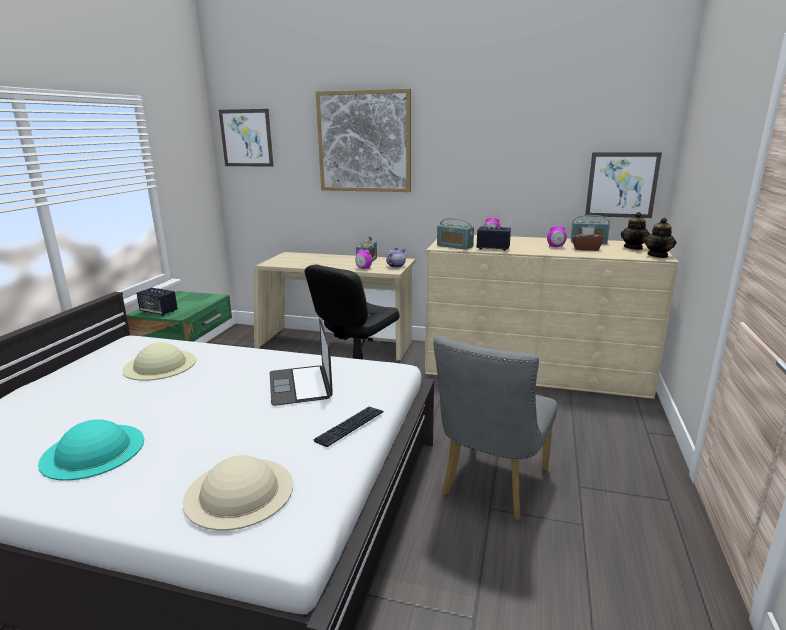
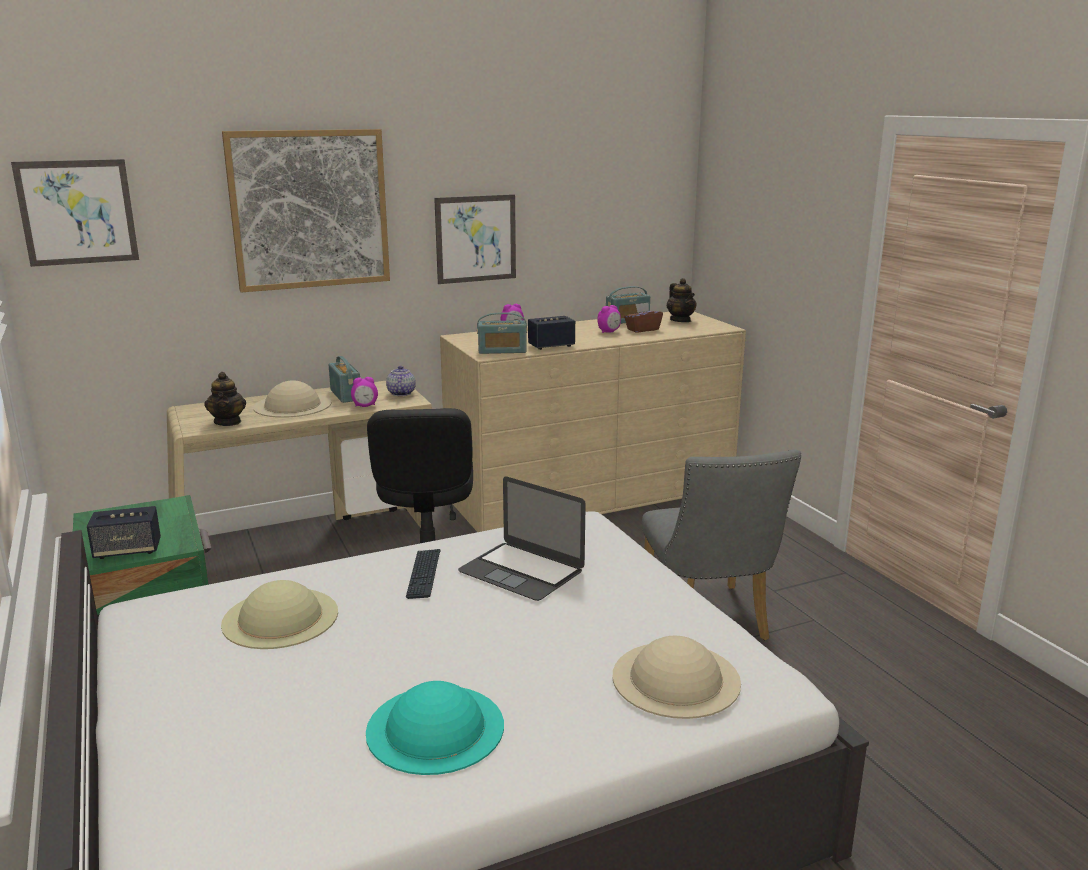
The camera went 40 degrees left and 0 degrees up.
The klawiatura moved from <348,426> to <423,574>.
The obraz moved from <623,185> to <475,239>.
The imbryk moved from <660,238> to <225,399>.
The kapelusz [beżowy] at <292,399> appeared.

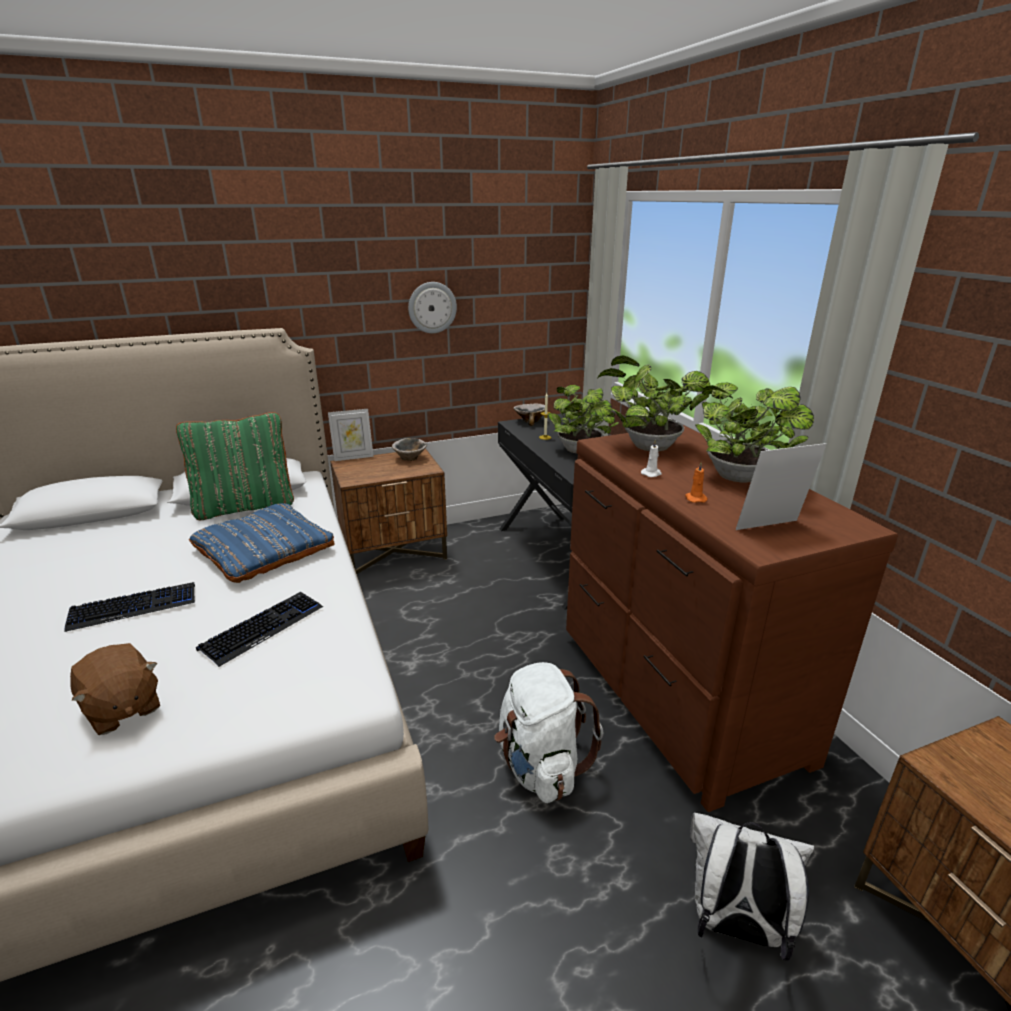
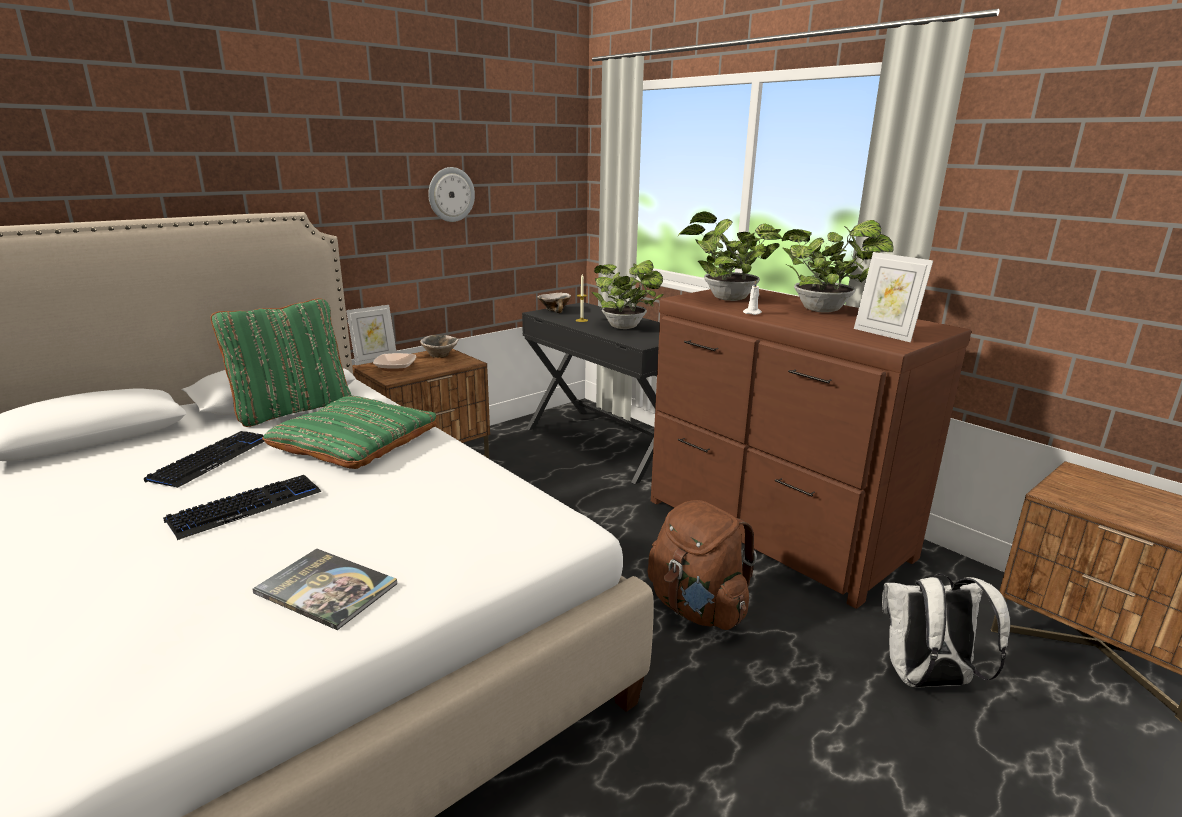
The camera went 20 degrees left and 5 degrees down.
The pluszak [brązowy] at <115,689> was replaced by the książka at <325,589>.
The poduszka [niebieski] at <262,543> became the poduszka [zielony] at <349,432>.
The klawiatura moved from <259,629> to <204,459>.
The plecak [biały] at <549,732> became the plecak [brązowy] at <702,565>.
The świeca [pomarańczowy] at <696,482> disappeared.
The ramka na zdjęcie at <781,486> turned 90 degrees counterclockwise.
The miska at <394,362> appeared.

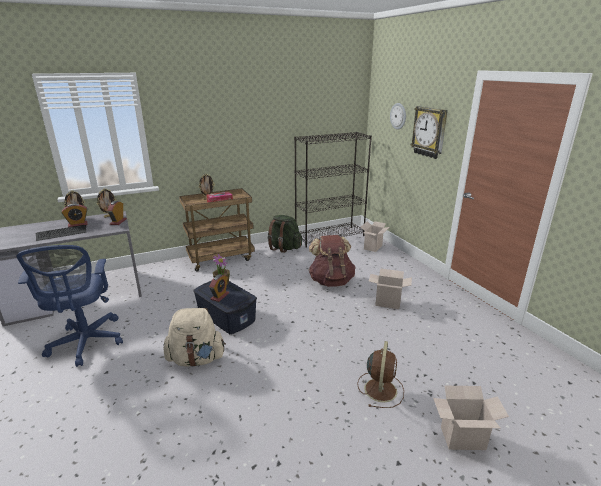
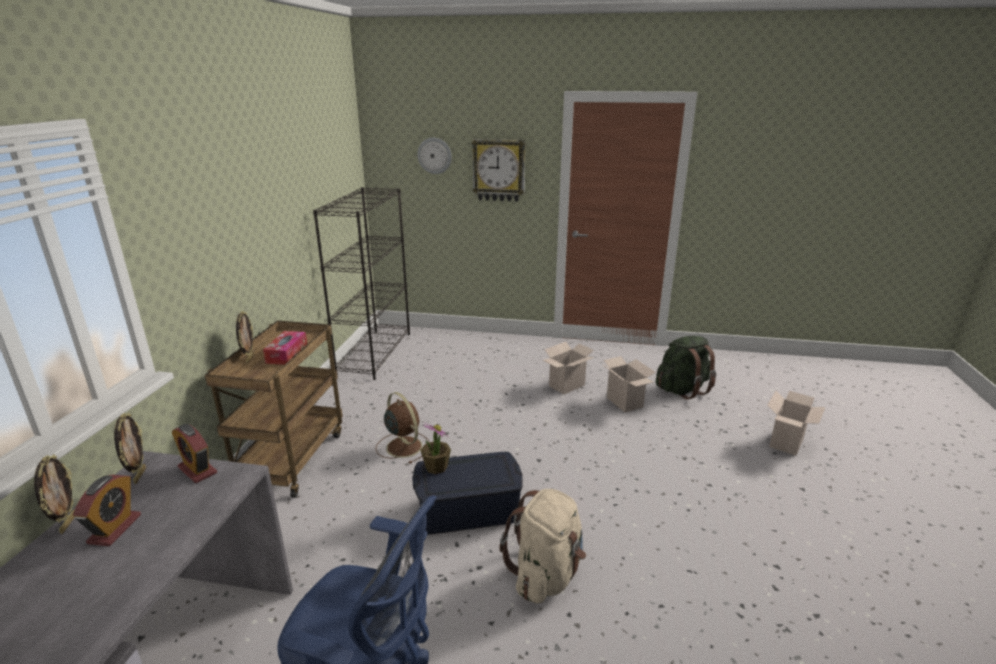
The camera went 55 degrees left and 0 degrees up.
The klawiatura at <61,233> disappeared.
The budzik at <219,288> disappeared.
The plecak [zielony] moved from <285,234> to <686,368>.
The plecak [brązowy] at <332,261> disappeared.
The wentylator [brązowy] moved from <380,374> to <403,428>.
The karton moved from <375,236> to <629,384>.

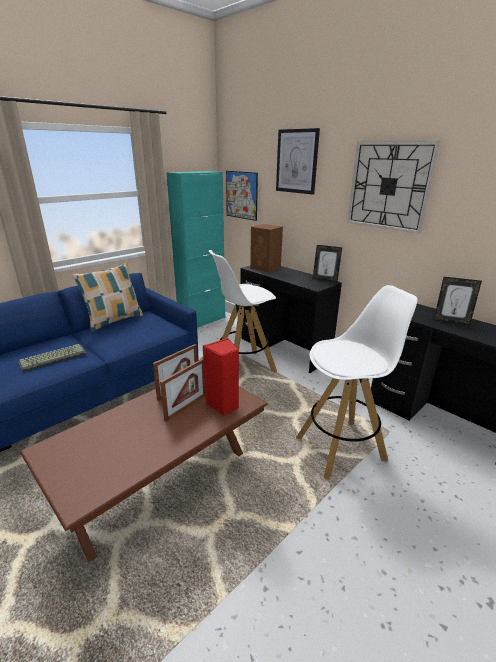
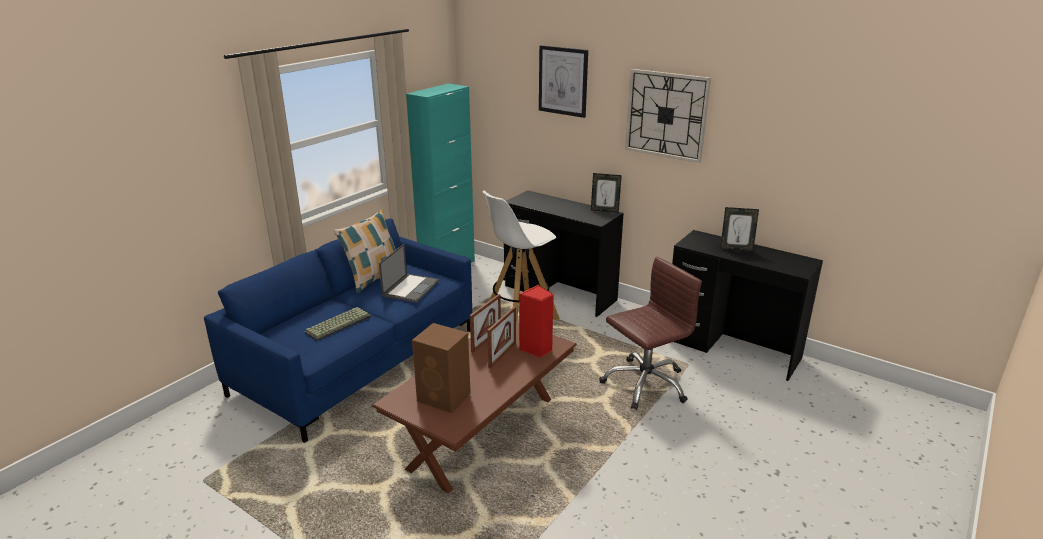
The camera went 10 degrees left and 0 degrees up.
The obraz at <242,196> disappeared.
The głośnik [brązowy] moved from <266,248> to <441,368>.
The stołek [biały] at <356,382> was replaced by the krzesło biurowe [brązowy] at <651,333>.
The laptop at <409,273> appeared.

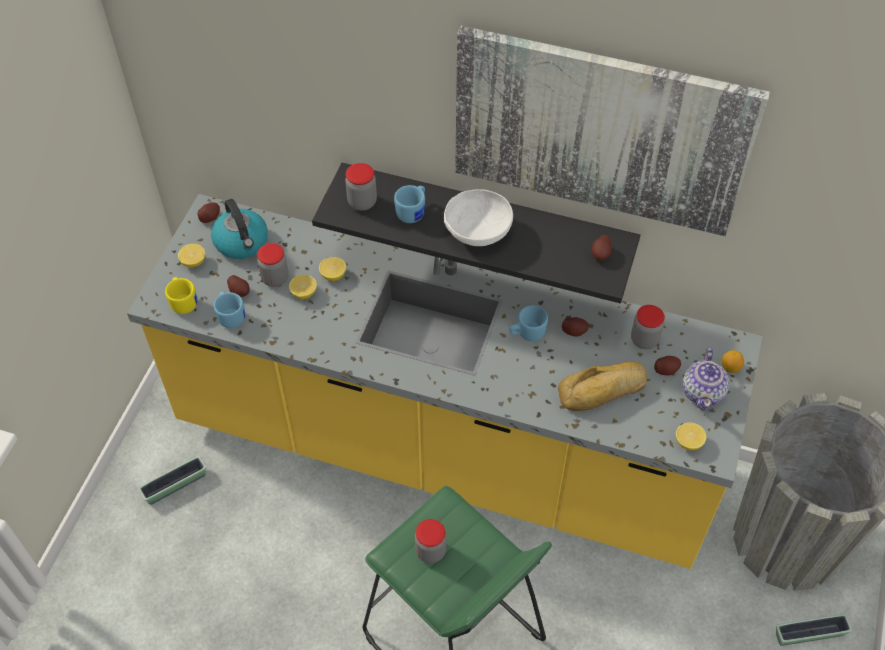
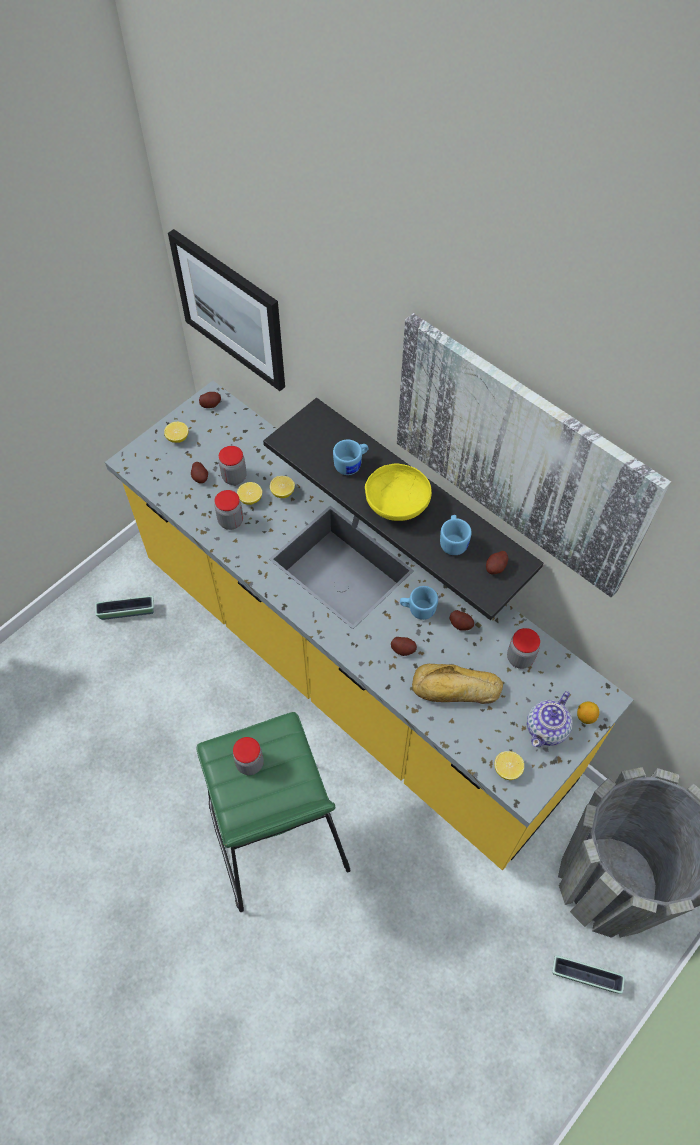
The camera went 25 degrees right and 5 degrees up.
The kubek [żółty] at <181,295> disappeared.
The czajnik at <239,229> disappeared.
The kubek [niebieski] moved from <229,309> to <456,535>.
The słoik moved from <361,187> to <228,510>.
The miska [biały] at <478,217> became the miska [żółty] at <398,492>.
The ziemniak moved from <667,365> to <404,646>.
The obraz at <226,310> appeared.

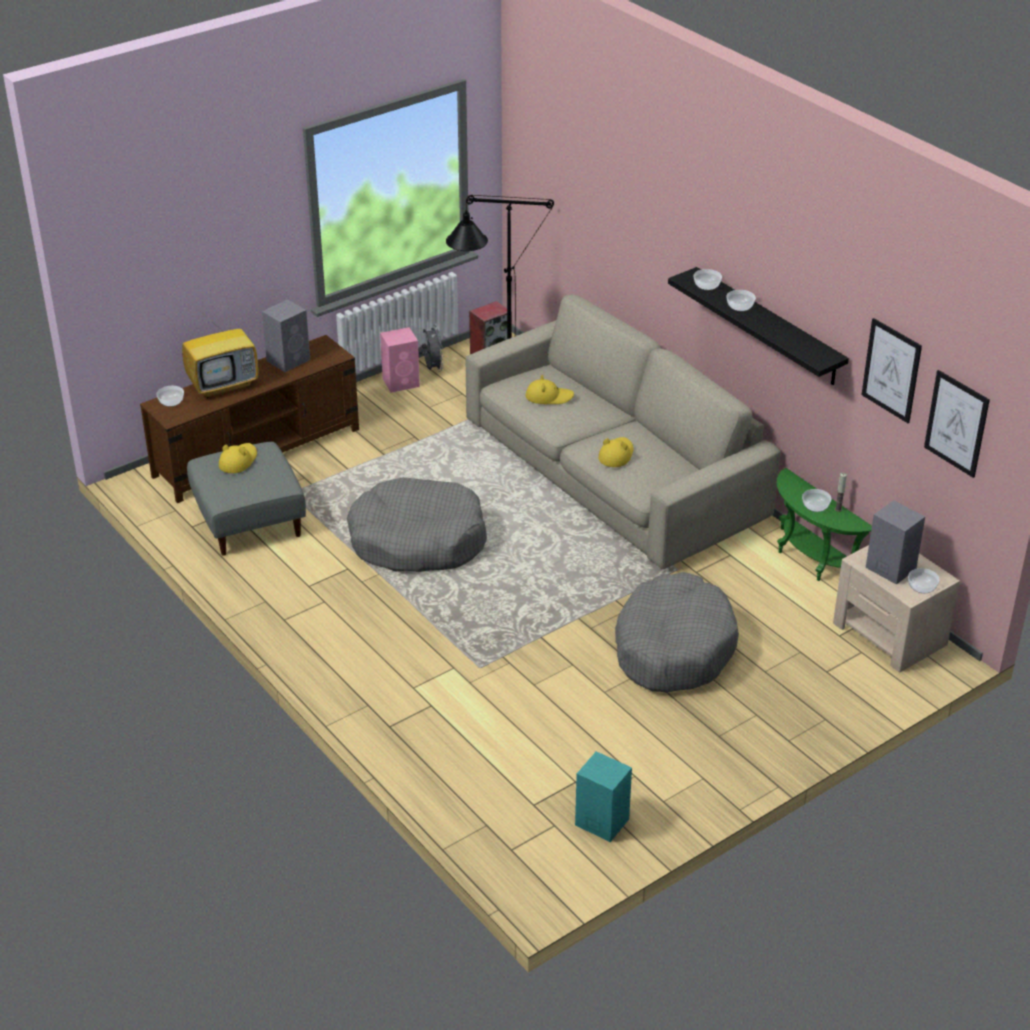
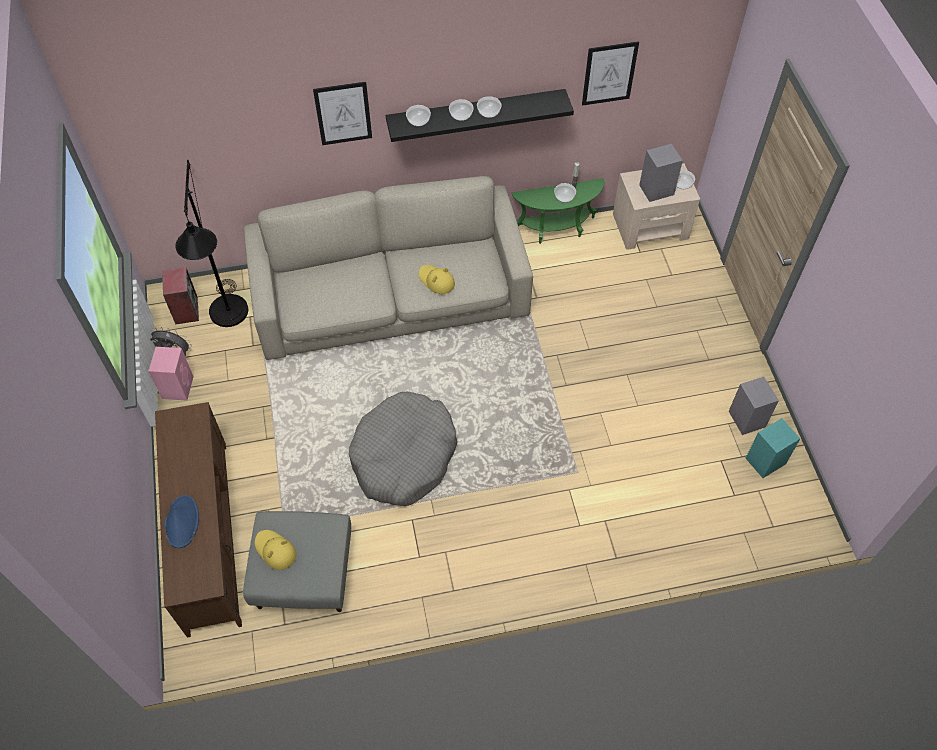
The camera went 65 degrees left and 20 degrees up.
The miska moved from <170,396> to <489,107>.
The telewizor at <220,350> was replaced by the kapelusz [niebieski] at <181,521>.
The głośnik [szary] moved from <286,335> to <754,406>.
The kapelusz [żółty] at <550,389> disappeared.
The legowisko [szary] at <677,632> disappeared.
The obraz moved from <957,424> to <342,113>.

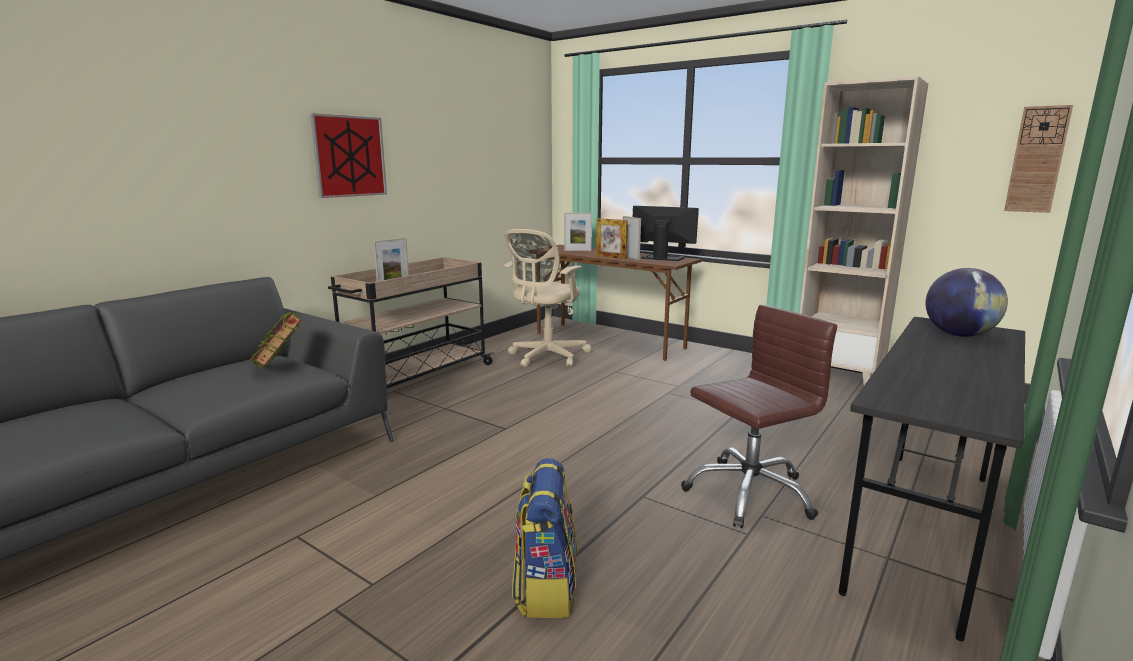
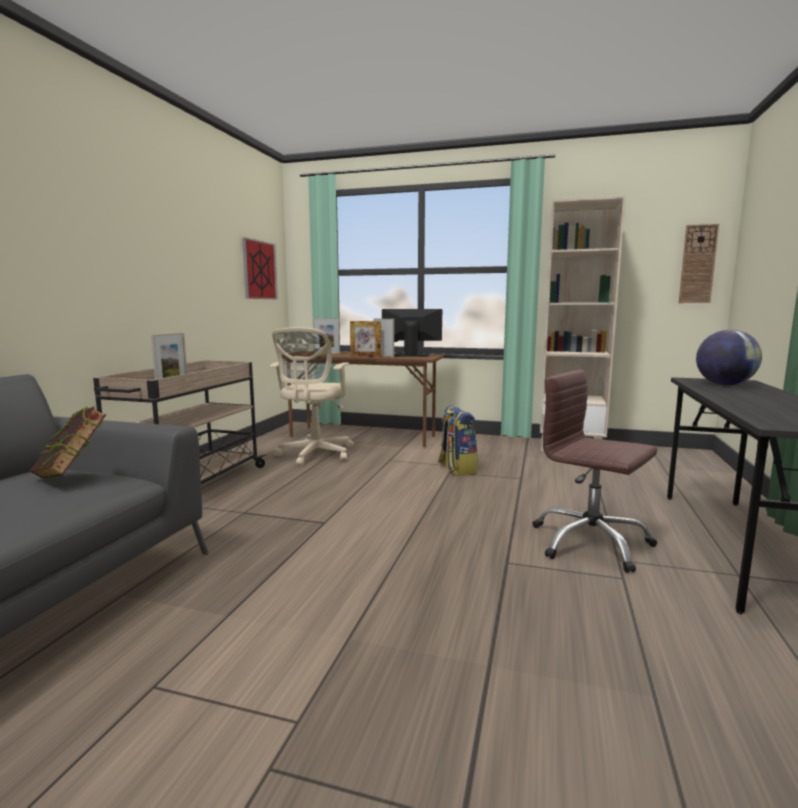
The camera went 20 degrees left and 5 degrees down.
The obraz moved from <348,156> to <260,268>.
The plecak moved from <544,538> to <458,441>.
The krzesło biurowe [brązowy] at <759,416> turned 90 degrees counterclockwise.

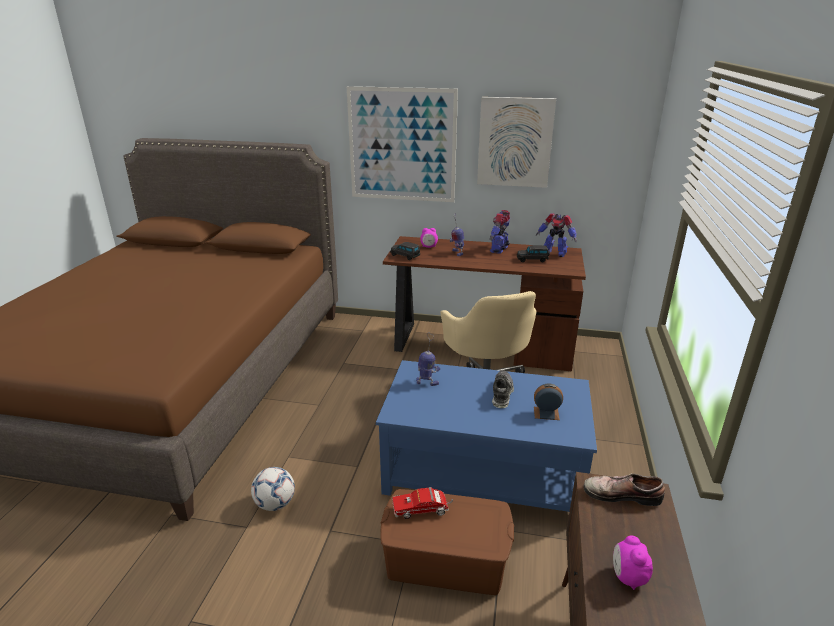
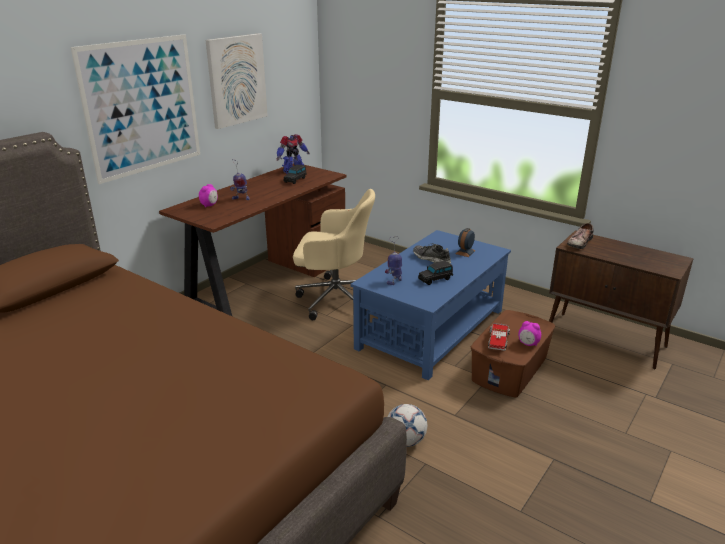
The camera went 65 degrees left and 0 degrees up.
The samochodzik [czarny] moved from <405,251> to <435,273>.
The robot zabawkowy at <499,232> disappeared.
The budzik moved from <633,563> to <529,333>.

